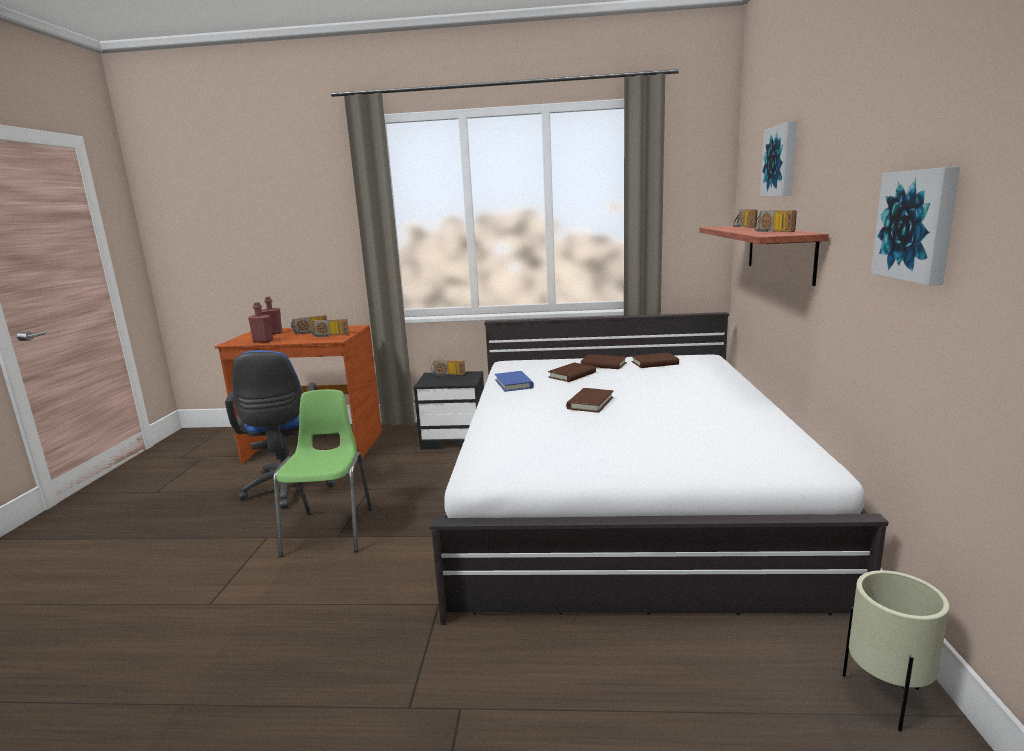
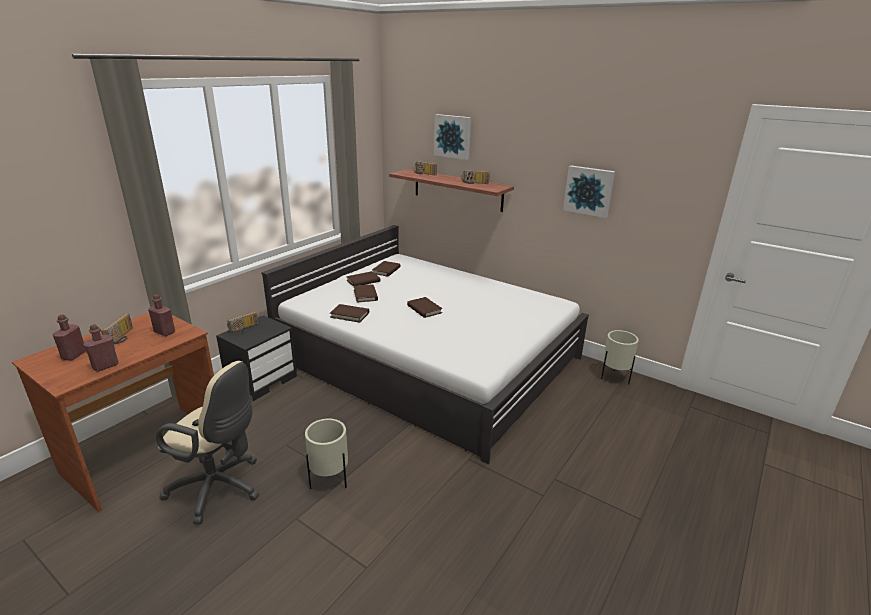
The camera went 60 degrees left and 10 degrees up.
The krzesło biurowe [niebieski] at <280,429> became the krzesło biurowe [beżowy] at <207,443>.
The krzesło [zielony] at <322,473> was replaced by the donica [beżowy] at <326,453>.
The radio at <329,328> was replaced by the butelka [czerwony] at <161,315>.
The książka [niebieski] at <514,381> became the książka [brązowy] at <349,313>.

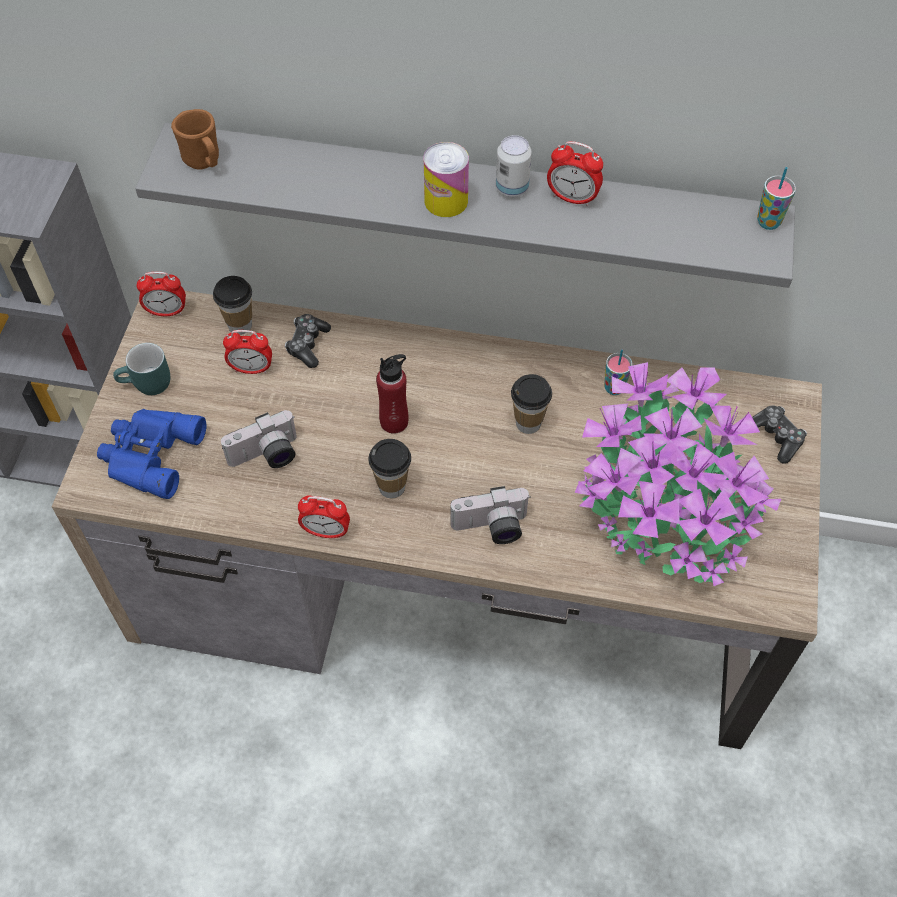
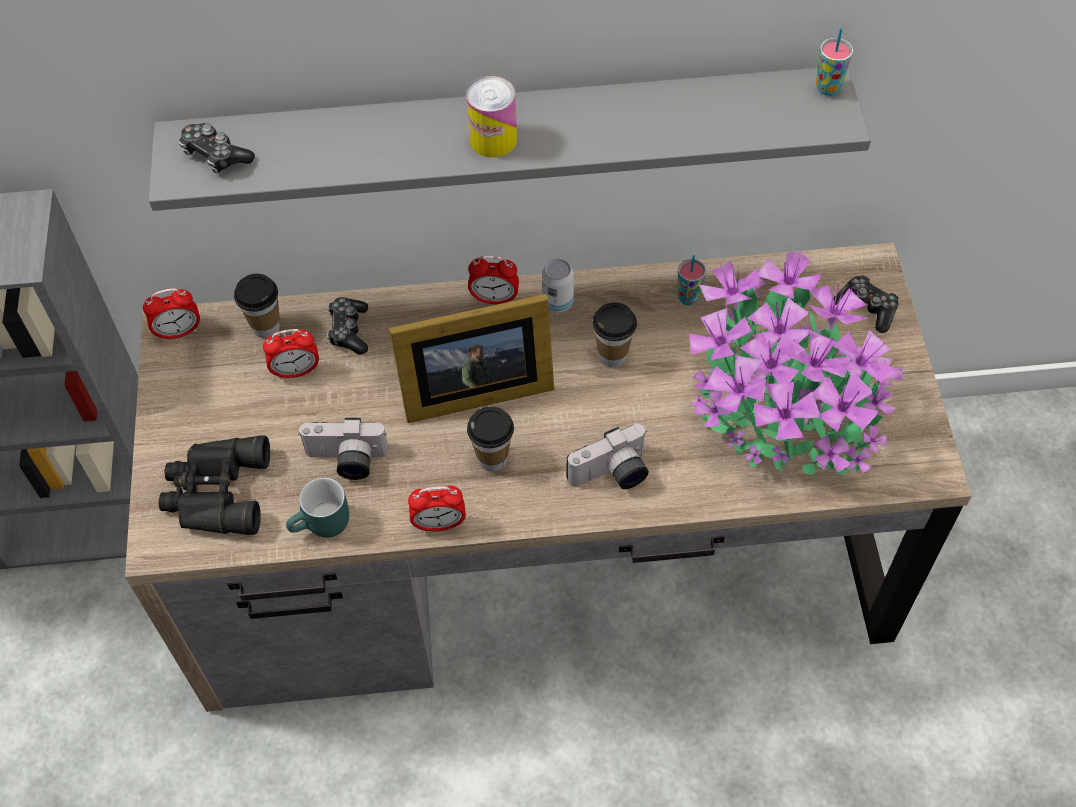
The camera went 15 degrees left and 0 degrees up.
The lornetka [niebieski] at <152,454> became the lornetka [czarny] at <214,485>.
The kubek [turkusowy] moved from <141,369> to <317,507>.
The kubek [brązowy] at <195,139> was replaced by the pad do gier at <217,148>.
The aparat fotograficzny at <259,439> turned 45 degrees clockwise.
The butelka [czerwony] at <392,394> was replaced by the ramka na zdjęcie at <471,358>.
The puszka moved from <514,166> to <558,285>.
The budzik moved from <575,174> to <493,280>.

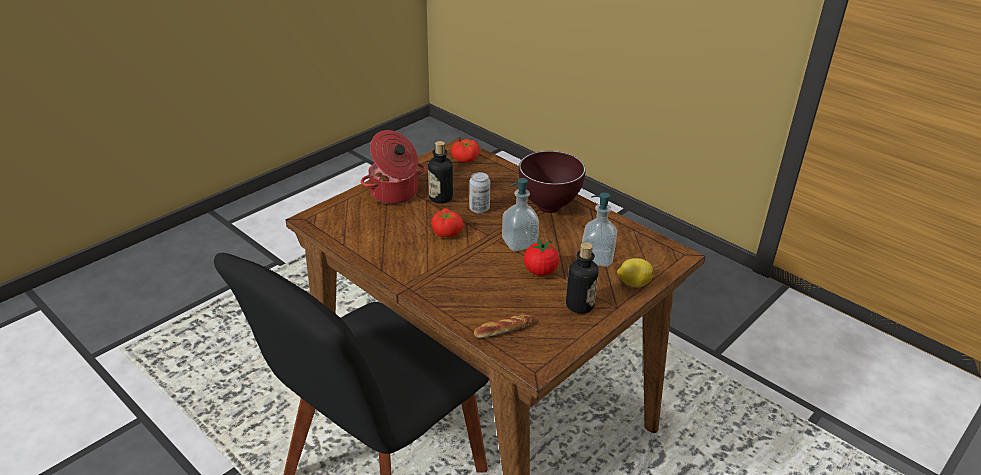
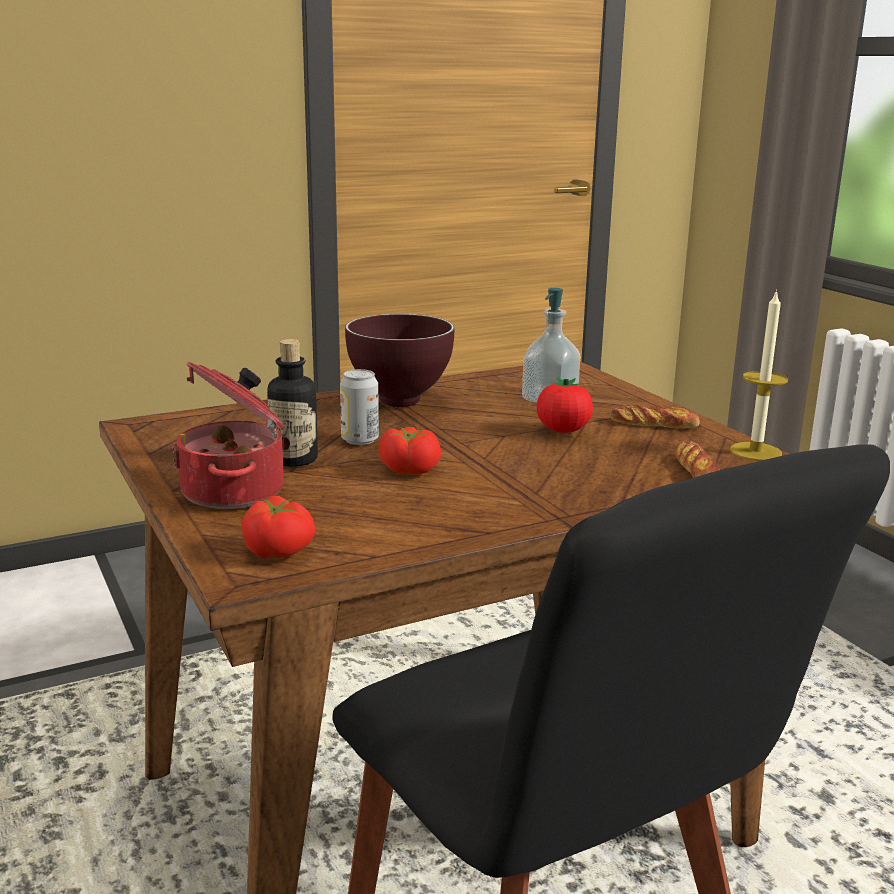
The camera went 70 degrees left and 15 degrees down.
The pomidor moved from <465,150> to <278,527>.
The dozownik mydła at <520,214> disappeared.
The butelka at <582,278> was replaced by the chleb at <655,416>.
The cytryna at <635,273> disappeared.
The świeca at <759,375> appeared.

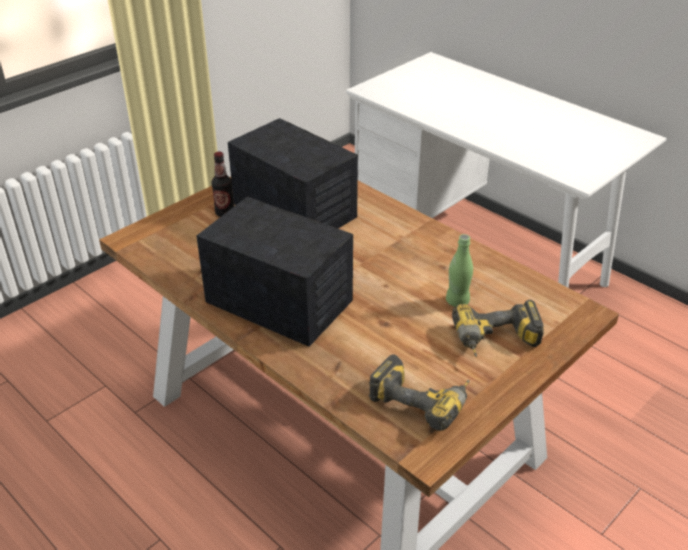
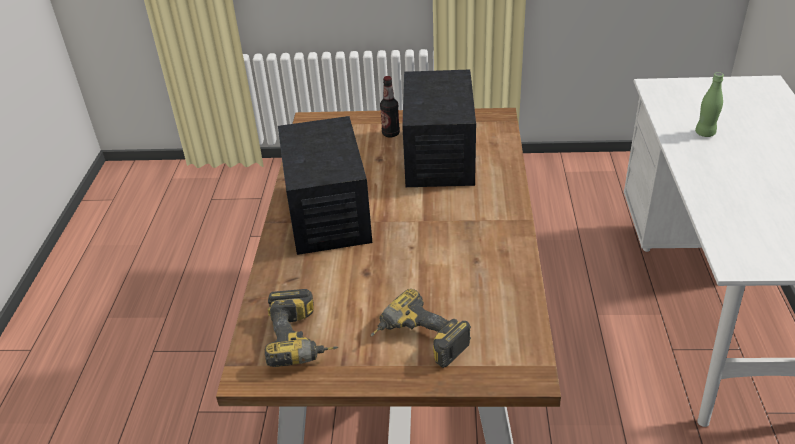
The camera went 50 degrees right and 0 degrees up.
The butelka [zielony] moved from <459,270> to <709,104>.

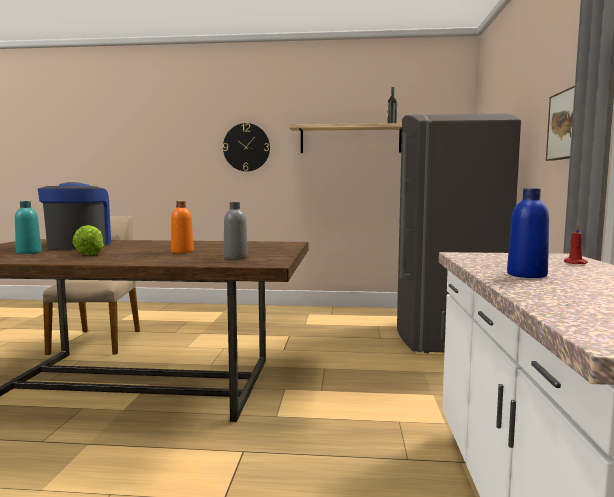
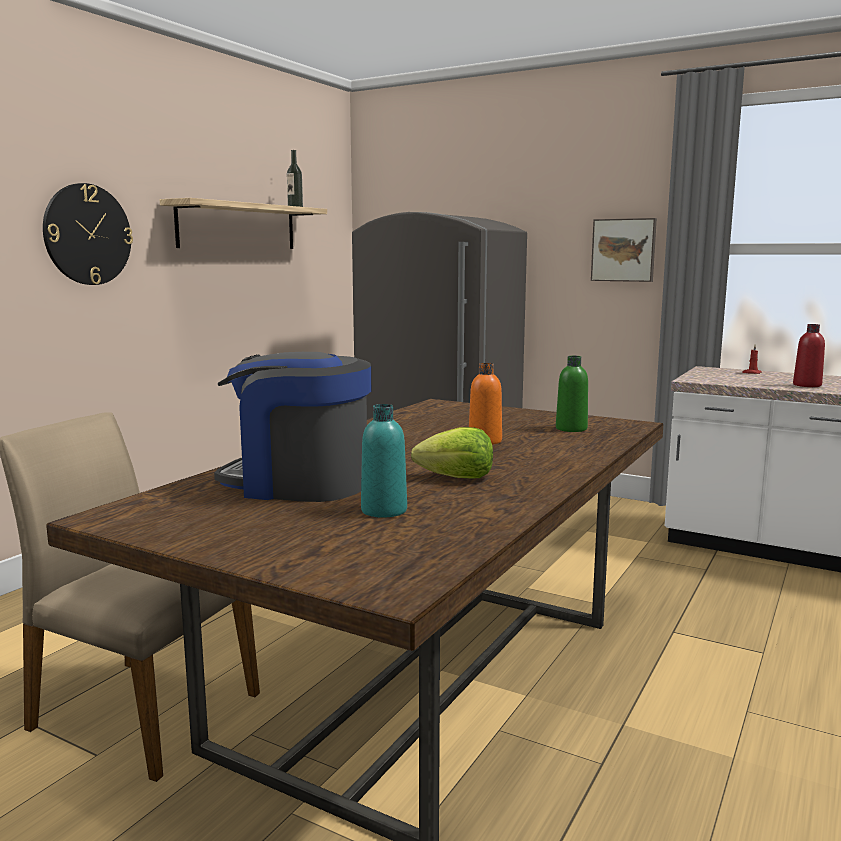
The camera went 65 degrees left and 5 degrees up.
The butelka [szary] at <236,230> became the butelka [zielony] at <572,394>.
The butelka [niebieski] at <528,233> became the butelka [czerwony] at <809,355>.

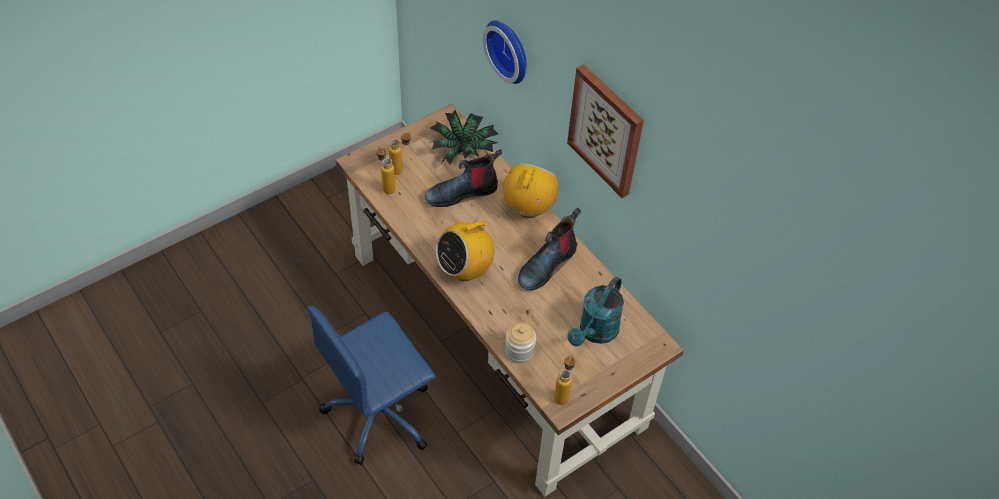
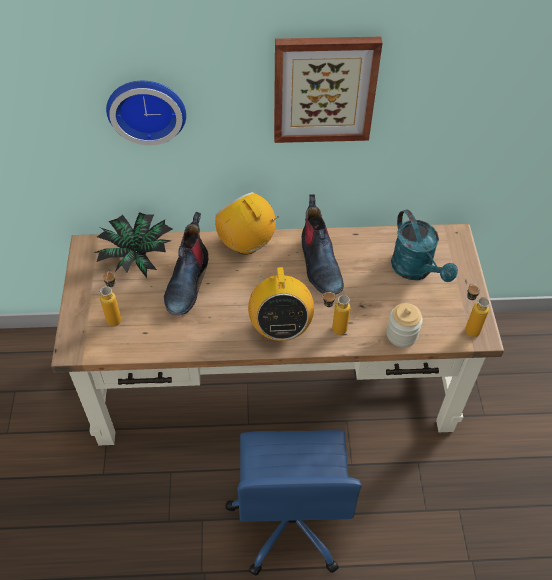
The camera went 55 degrees left and 0 degrees up.
The butelka moved from <386,170> to <336,313>.

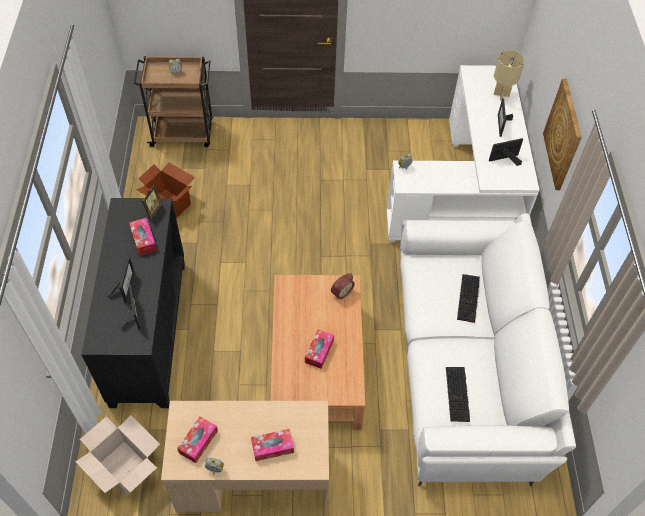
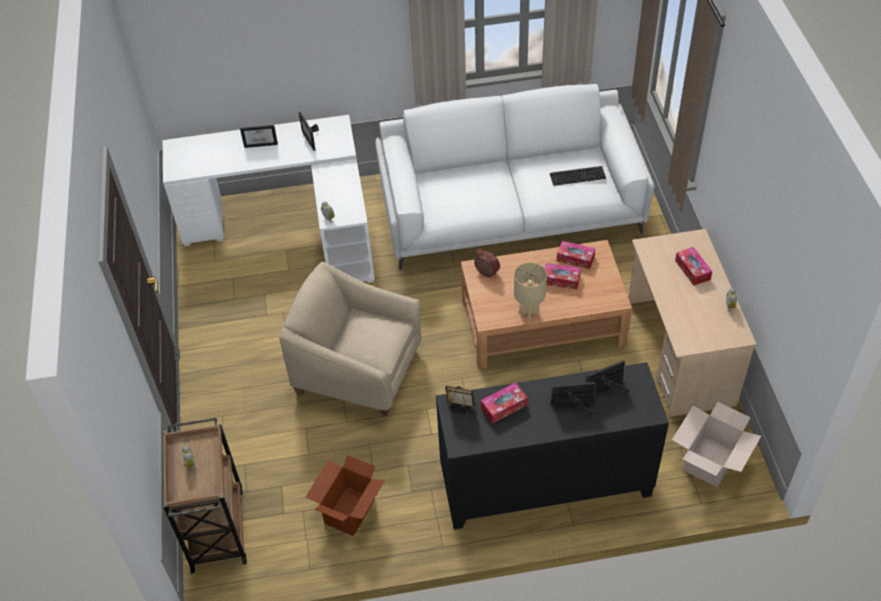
The camera went 95 degrees left and 5 degrees down.
The pudełko chusteczek moved from <197,440> to <576,255>.
The klawiatura at <468,298> disappeared.
The lampa stołowa [beżowy] moved from <509,75> to <530,291>.
The obraz at <562,134> disappeared.
The fotel [beżowy] at <350,339> appeared.

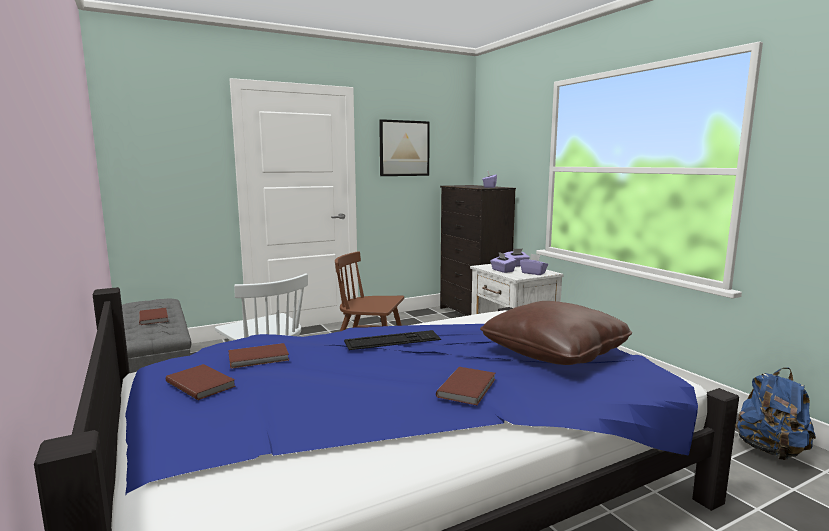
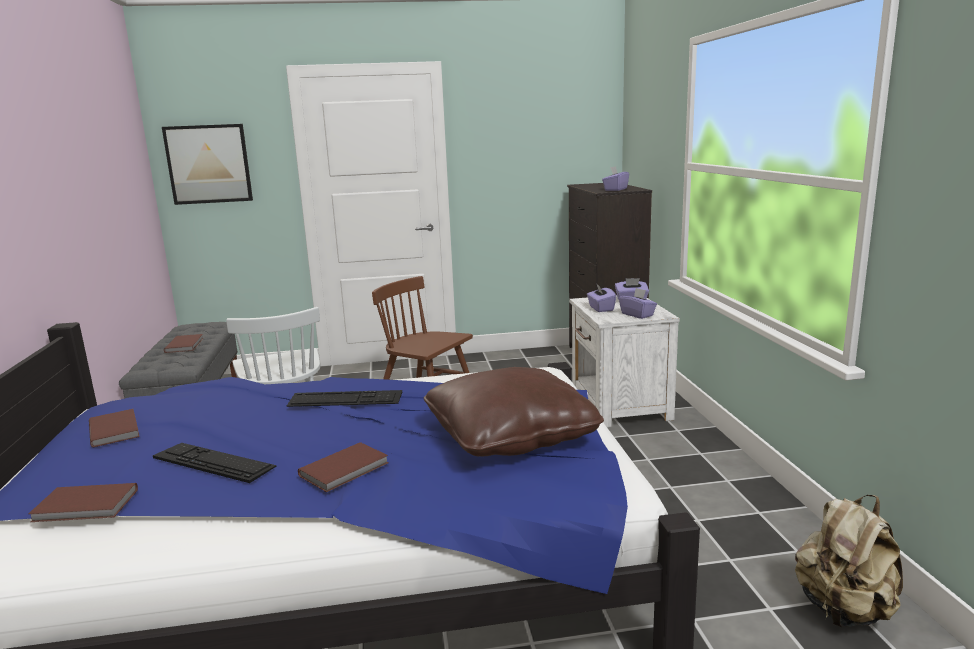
The camera went 20 degrees right and 5 degrees up.
The książka [brązowy] moved from <258,356> to <83,502>.
The obraz moved from <404,147> to <207,164>.
The plecak [niebieski] at <775,414> became the plecak [beżowy] at <849,561>.
The klawiatura at <214,463> appeared.

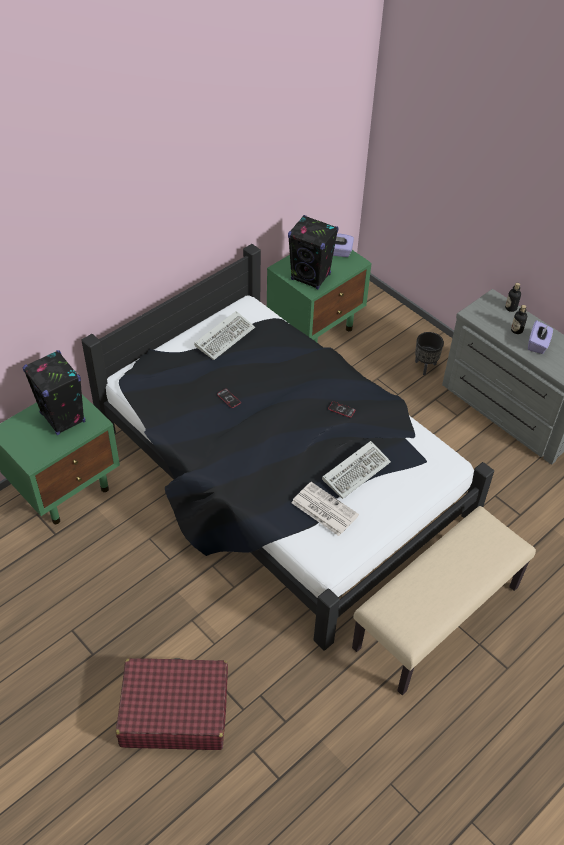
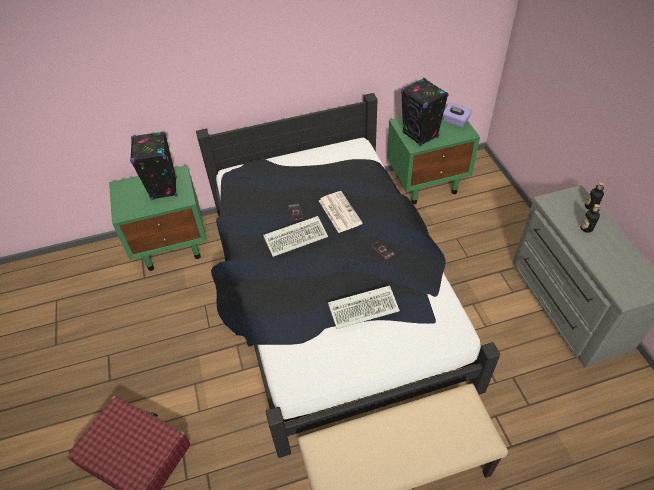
The camera went 30 degrees right and 0 degrees up.
The klawiatura moved from <224,335> to <295,236>.
The gazeta moved from <325,509> to <341,212>.
The donica [czarny] at <429,353> disappeared.
The pudełko chusteczek [fioletowy] at <540,337> disappeared.

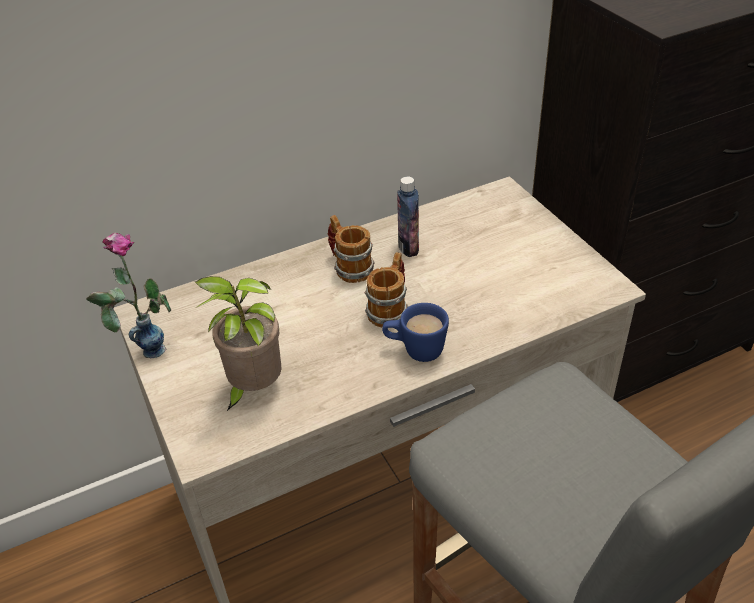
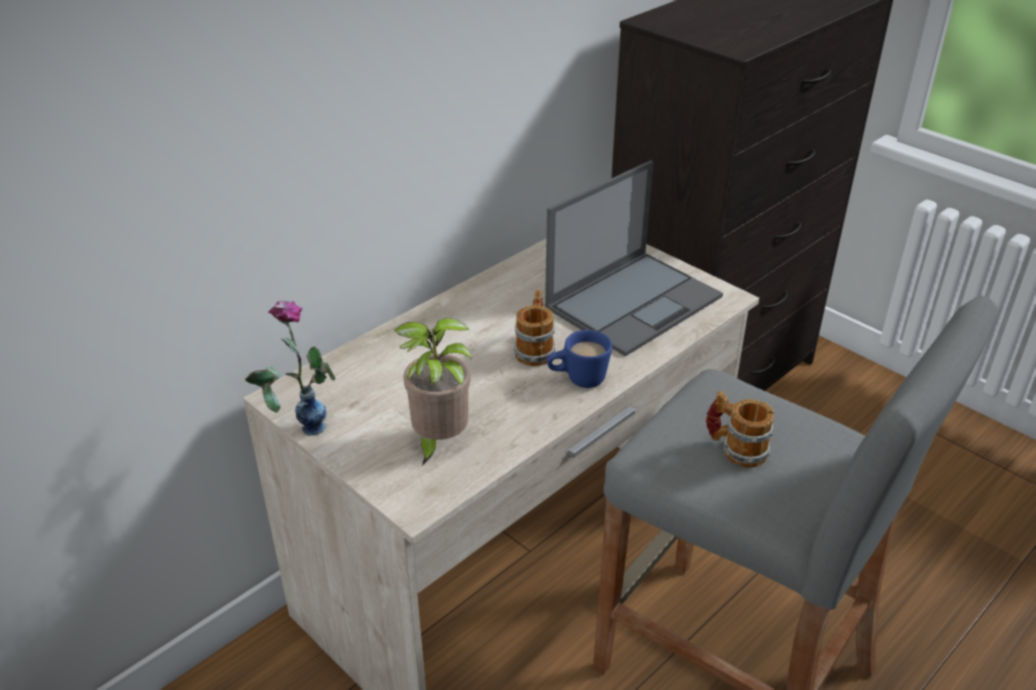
The camera went 20 degrees left and 5 degrees down.
The kubek moved from <351,249> to <740,429>.
The butelka at <408,217> disappeared.
The laptop at <634,258> appeared.

